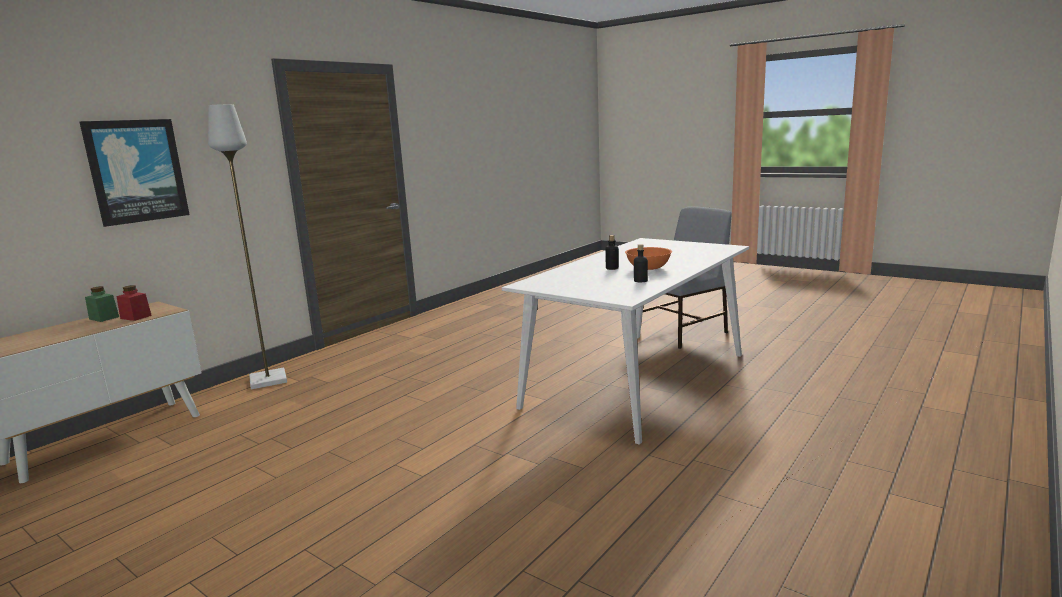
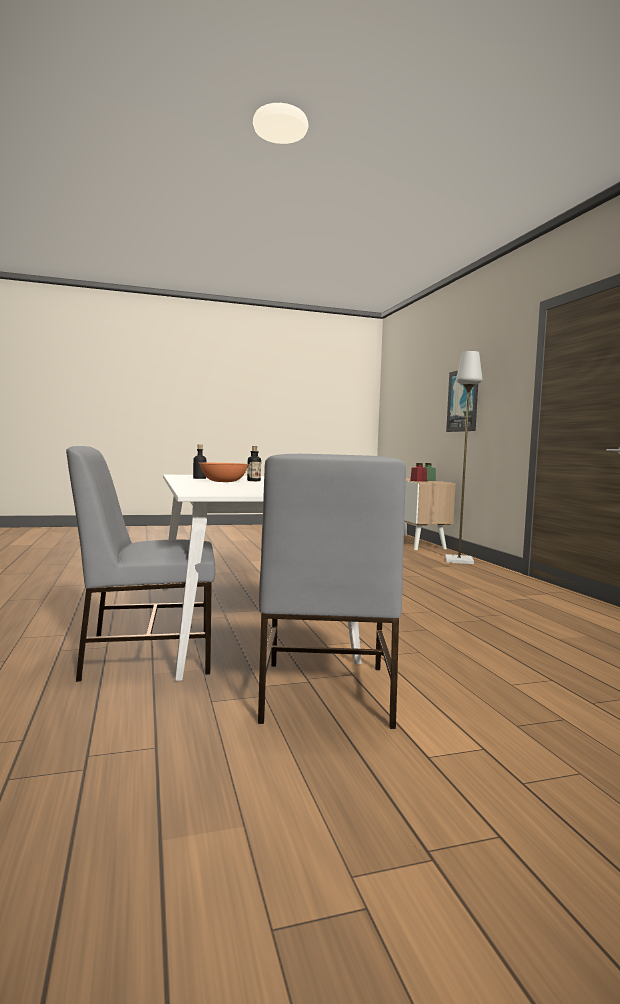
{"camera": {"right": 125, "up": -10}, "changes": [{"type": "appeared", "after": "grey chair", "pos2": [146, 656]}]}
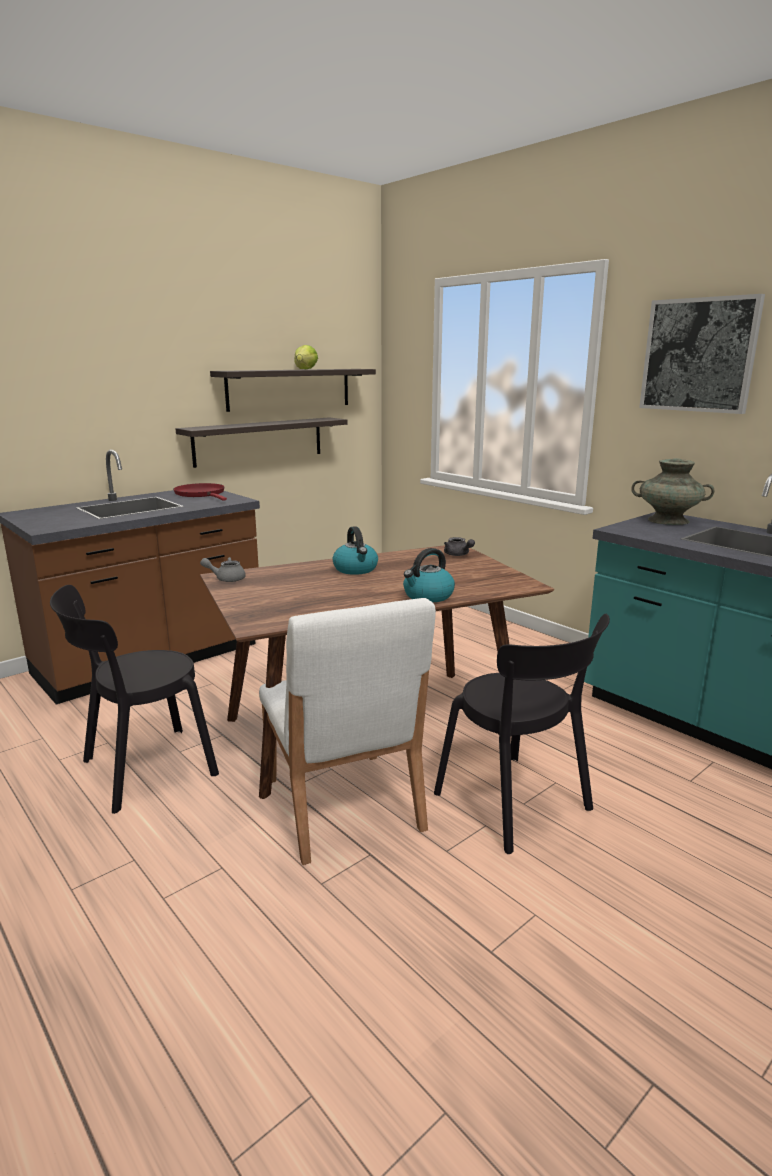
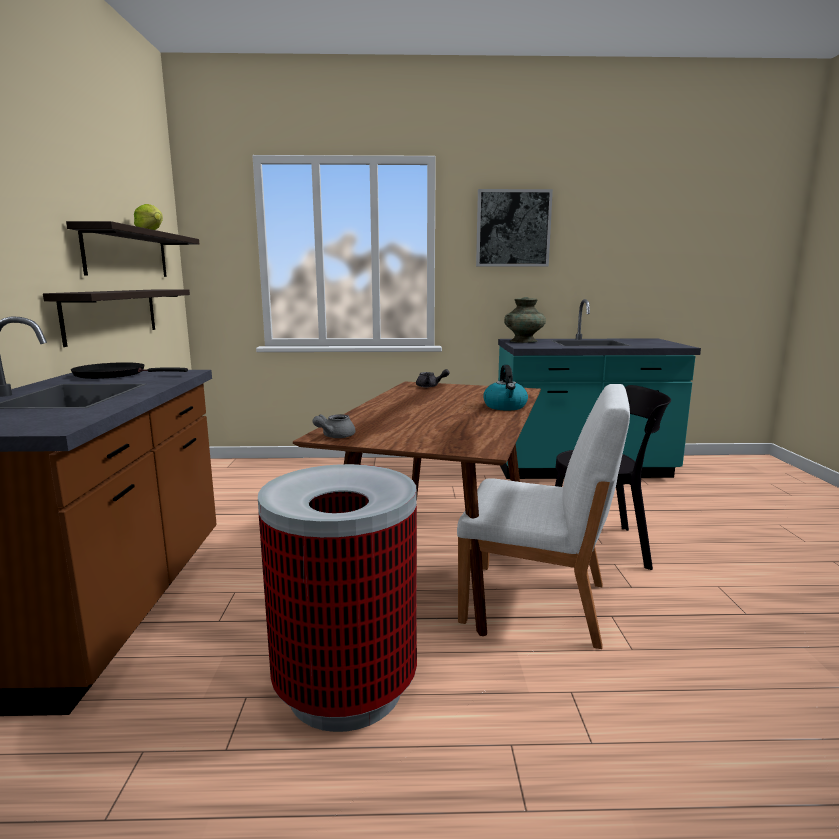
{"camera": {"right": -50, "up": -5}, "changes": [{"type": "exchanged", "before": "black chair", "after": "trash can", "pos1": [142, 770], "pos2": [345, 688]}, {"type": "colour", "before": "red frying pan", "after": "black frying pan", "pos1": [201, 494], "pos2": [115, 375]}, {"type": "missing", "before": "kettle", "pos1": [356, 569]}]}
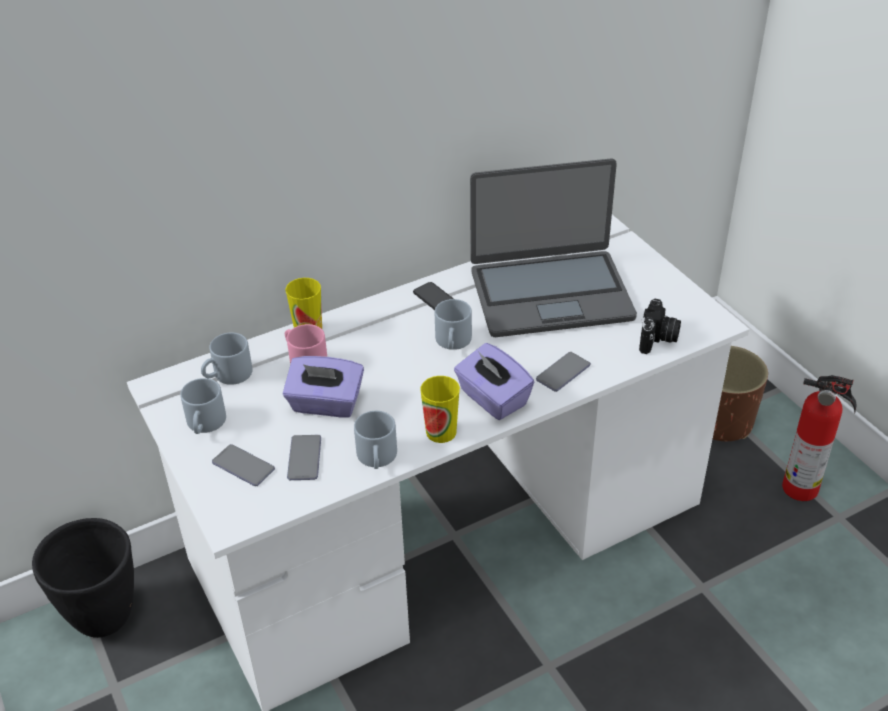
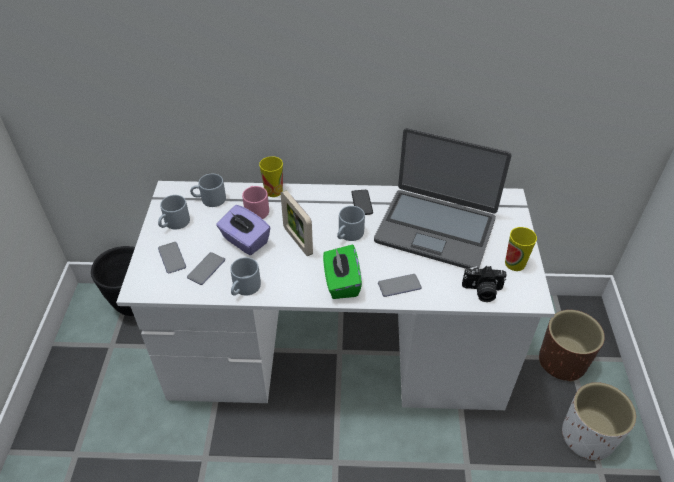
{"camera": {"right": 30, "up": 5}, "changes": [{"type": "relocated", "before": "cup", "pos1": [441, 432], "pos2": [515, 263]}, {"type": "colour", "before": "purple tissue box", "after": "green tissue box", "pos1": [492, 399], "pos2": [341, 283]}, {"type": "spun", "before": "photo camera", "pos1": [658, 339], "pos2": [482, 291], "turn": 45}, {"type": "exchanged", "before": "fire extinguisher", "after": "white planter", "pos1": [803, 488], "pos2": [587, 437]}, {"type": "appeared", "after": "picture frame", "pos2": [297, 241]}]}
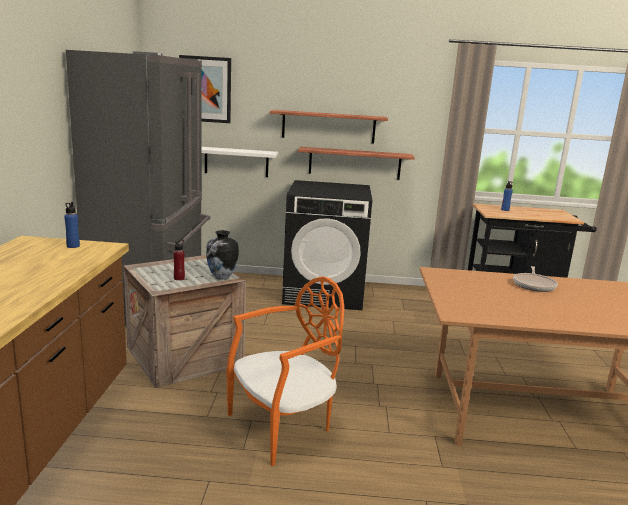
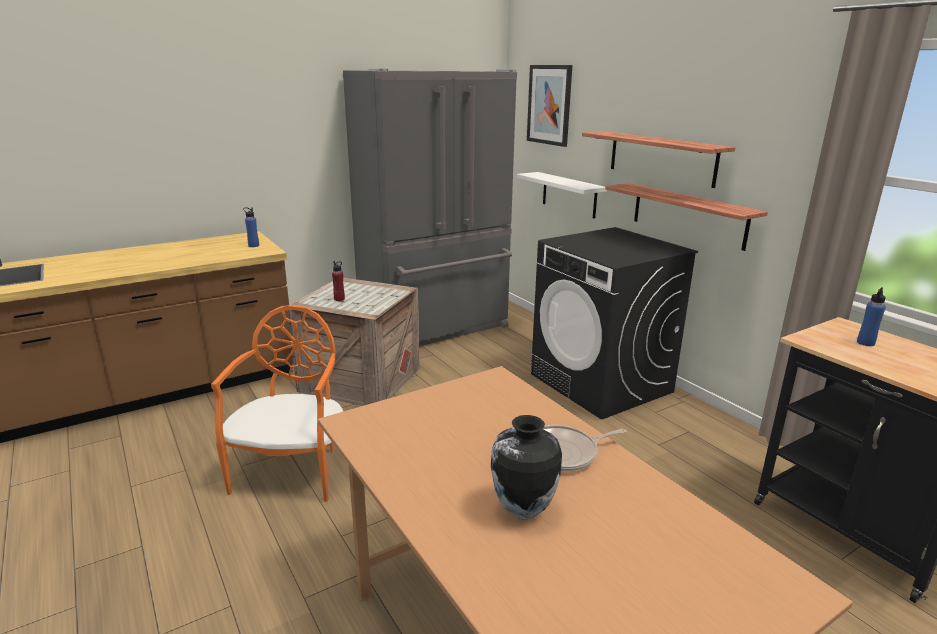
{"camera": {"right": 55, "up": 5}, "changes": [{"type": "relocated", "before": "vase", "pos1": [222, 277], "pos2": [522, 510]}, {"type": "spun", "before": "orange chair", "pos1": [283, 427], "pos2": [293, 471], "turn": -105}]}
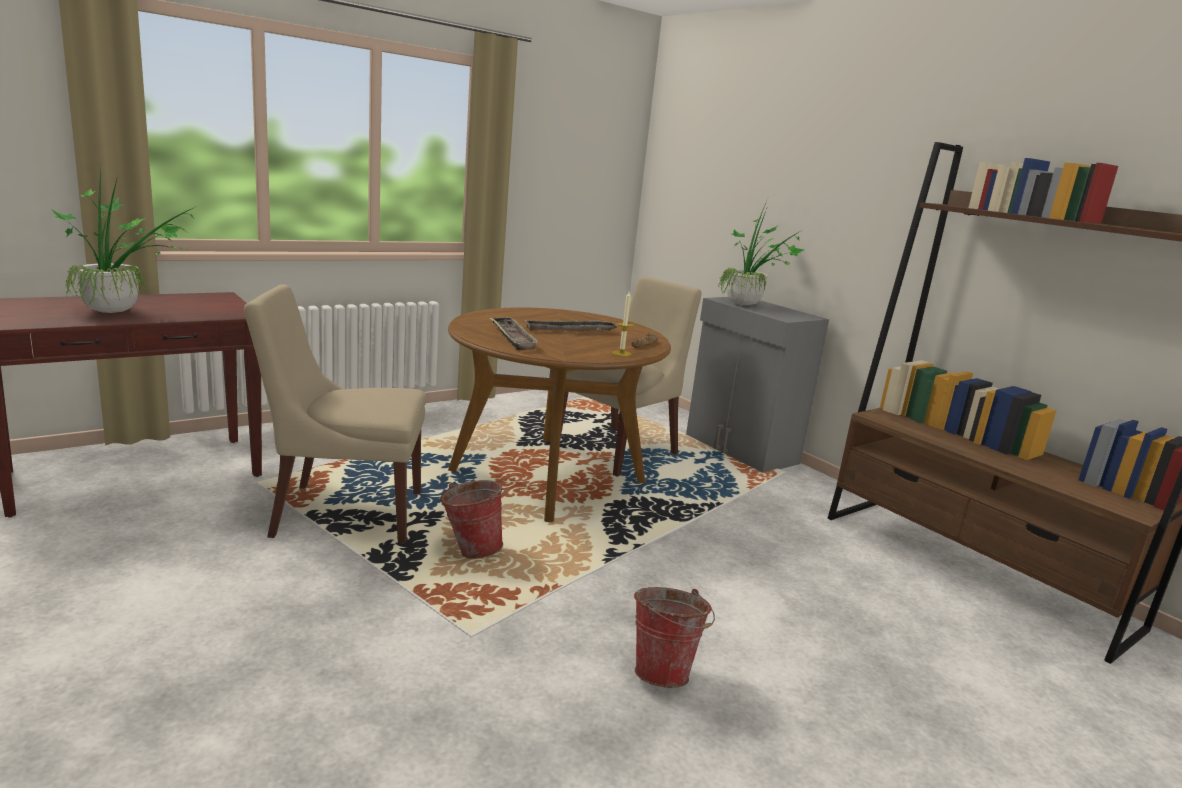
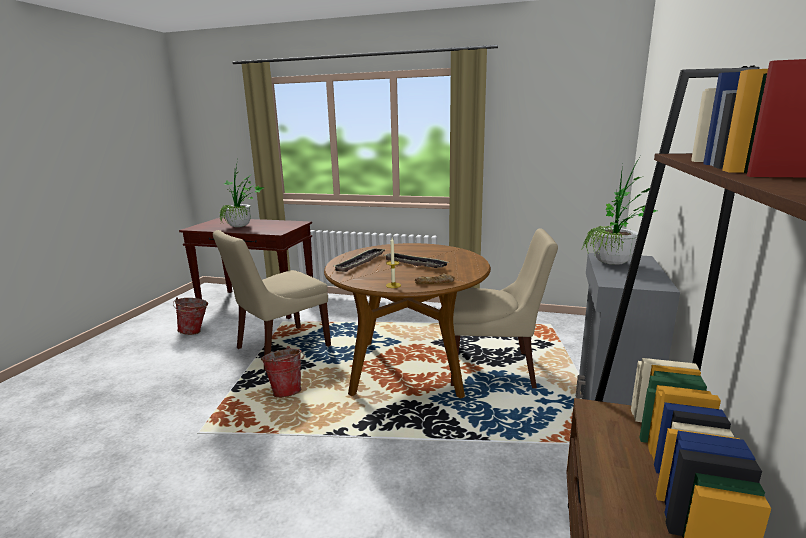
{"camera": {"right": 55, "up": 0}, "changes": [{"type": "spun", "before": "beige chair", "pos1": [343, 513], "pos2": [280, 348], "turn": -90}, {"type": "relocated", "before": "bucket", "pos1": [664, 671], "pos2": [195, 332]}]}
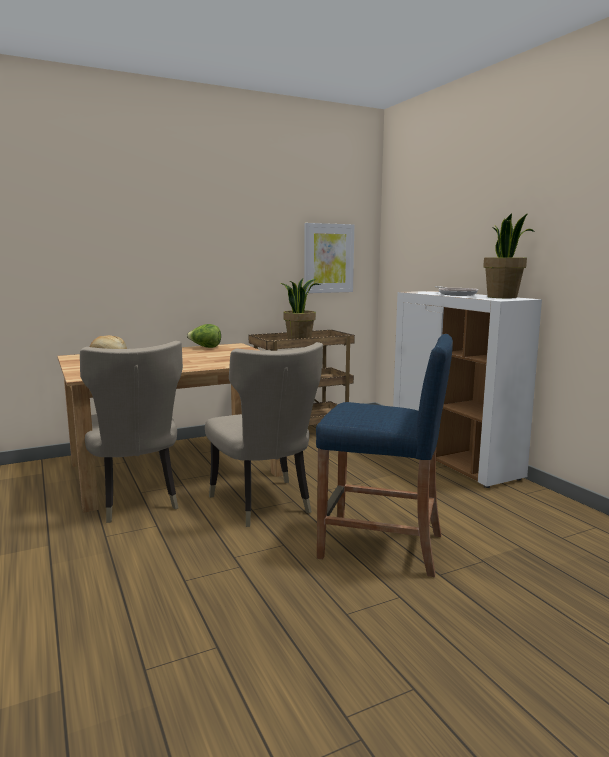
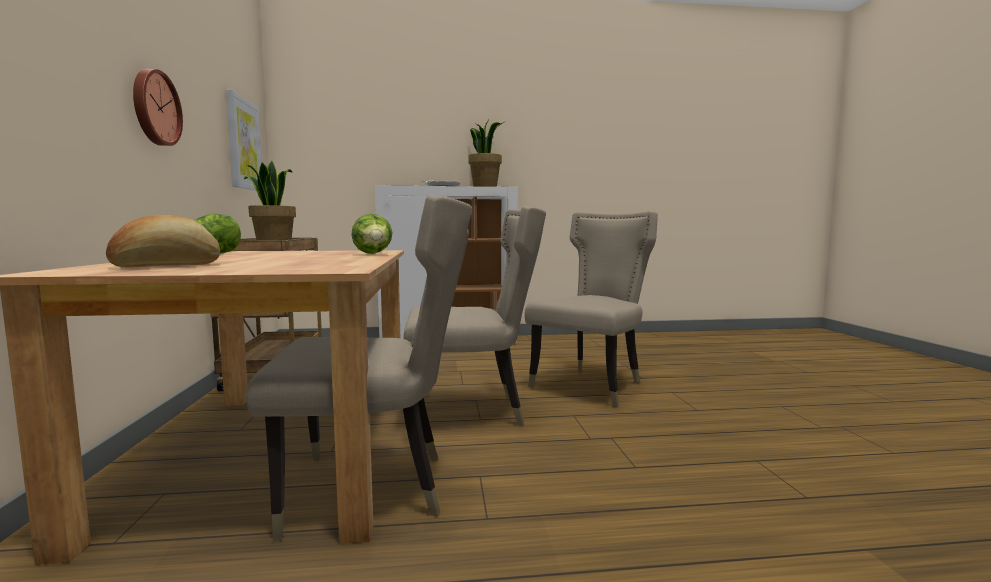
{"camera": {"right": -70, "up": -5}, "changes": [{"type": "exchanged", "before": "blue stool", "after": "beige chair", "pos1": [381, 546], "pos2": [592, 385]}, {"type": "appeared", "after": "wall clock", "pos2": [154, 108]}, {"type": "appeared", "after": "lettuce", "pos2": [373, 254]}]}
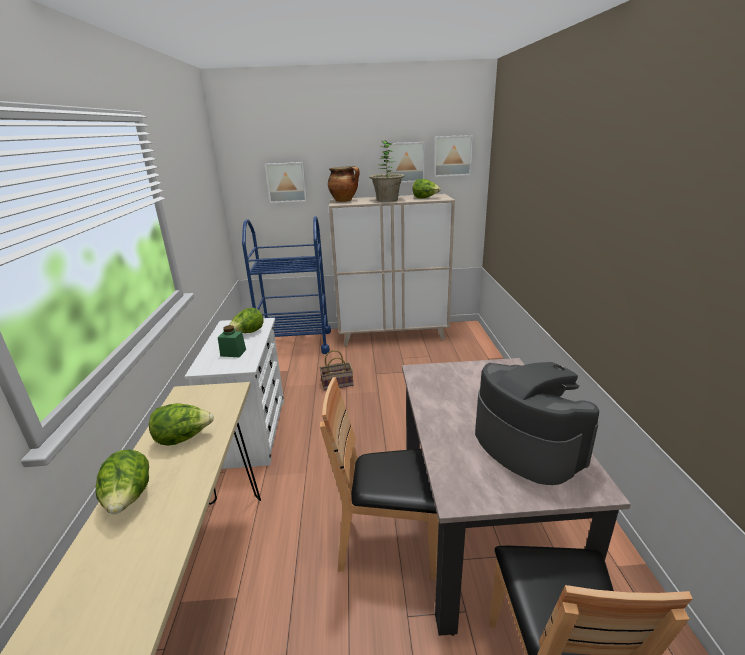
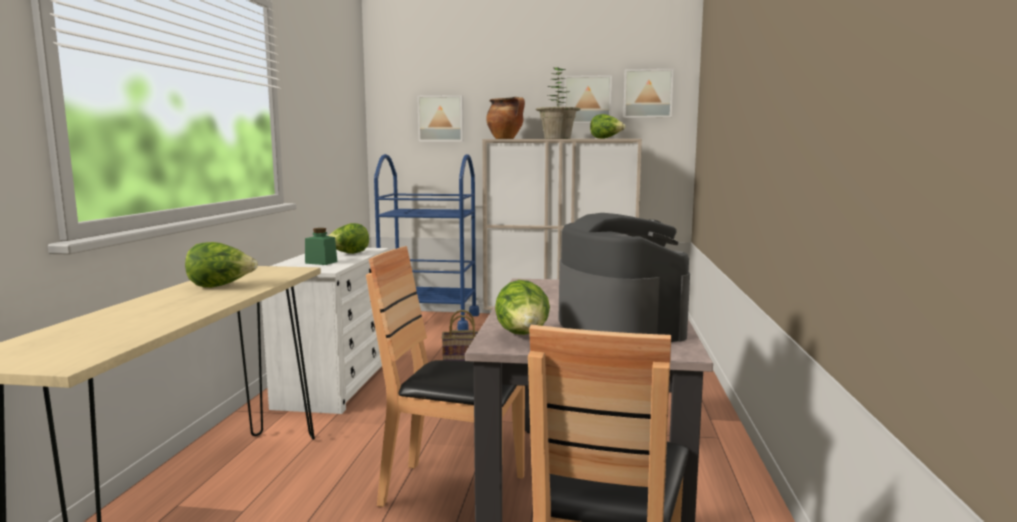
{"camera": {"right": 10, "up": -15}, "changes": [{"type": "relocated", "before": "lettuce", "pos1": [129, 499], "pos2": [523, 336]}]}
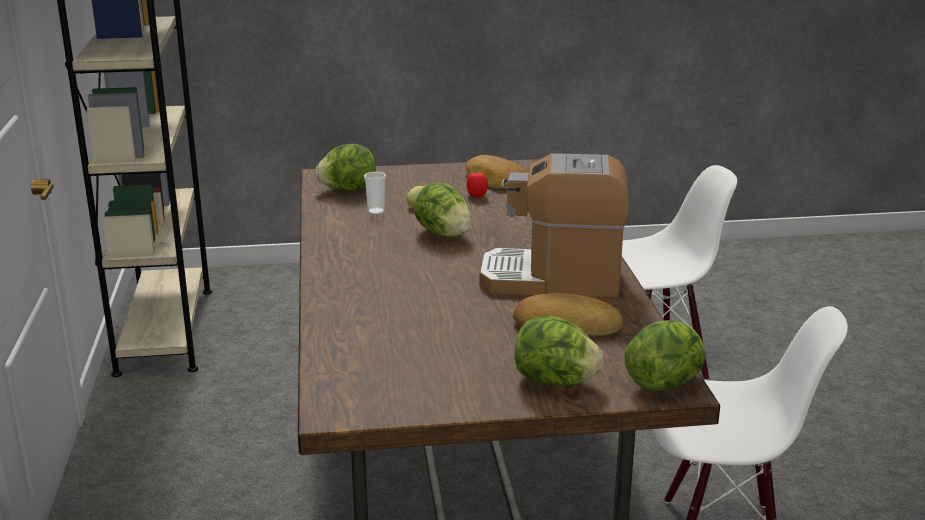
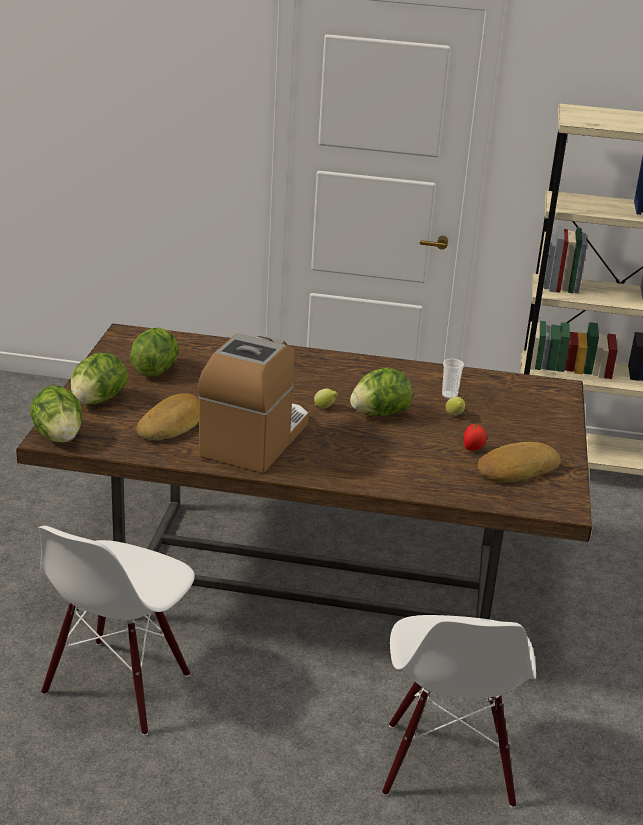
{"camera": {"right": 105, "up": 5}, "changes": [{"type": "relocated", "before": "lettuce", "pos1": [348, 190], "pos2": [155, 370]}, {"type": "appeared", "after": "lemon", "pos2": [325, 407]}]}
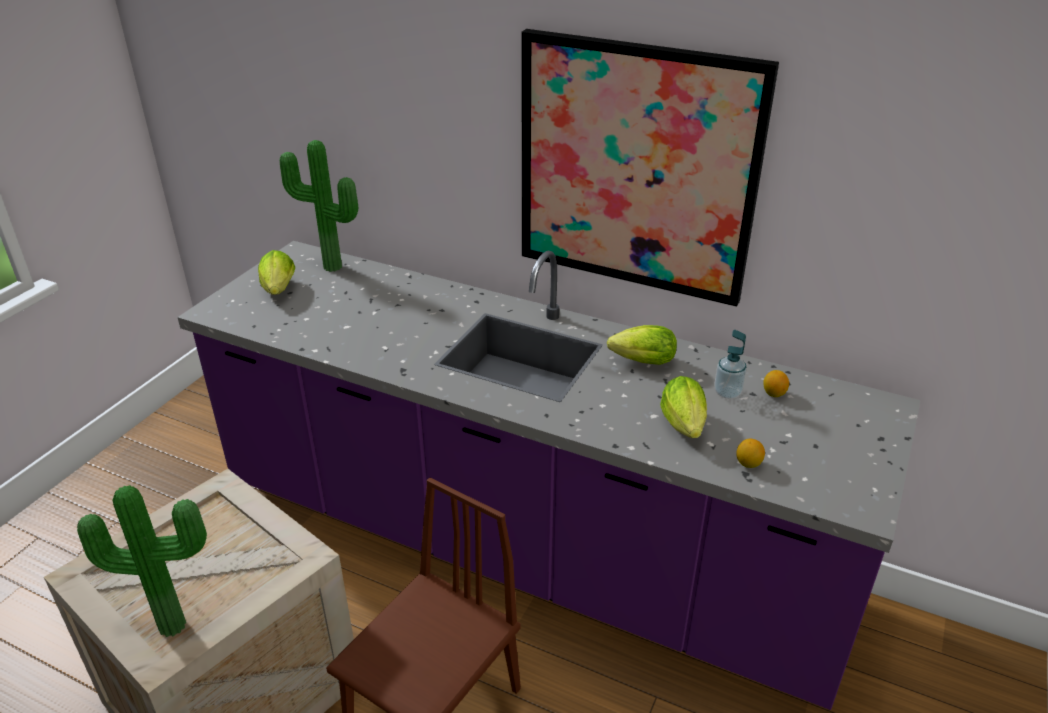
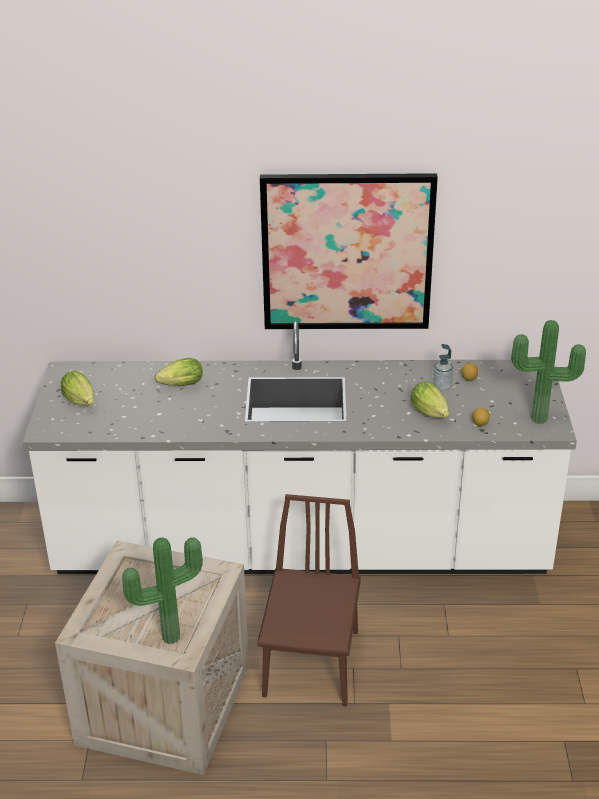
{"camera": {"right": -25, "up": 0}, "changes": [{"type": "colour", "before": "purple counter", "after": "white counter", "pos1": [524, 547], "pos2": [301, 547]}, {"type": "relocated", "before": "potted plant", "pos1": [330, 269], "pos2": [540, 421]}, {"type": "relocated", "before": "lettuce", "pos1": [639, 362], "pos2": [179, 386]}]}
